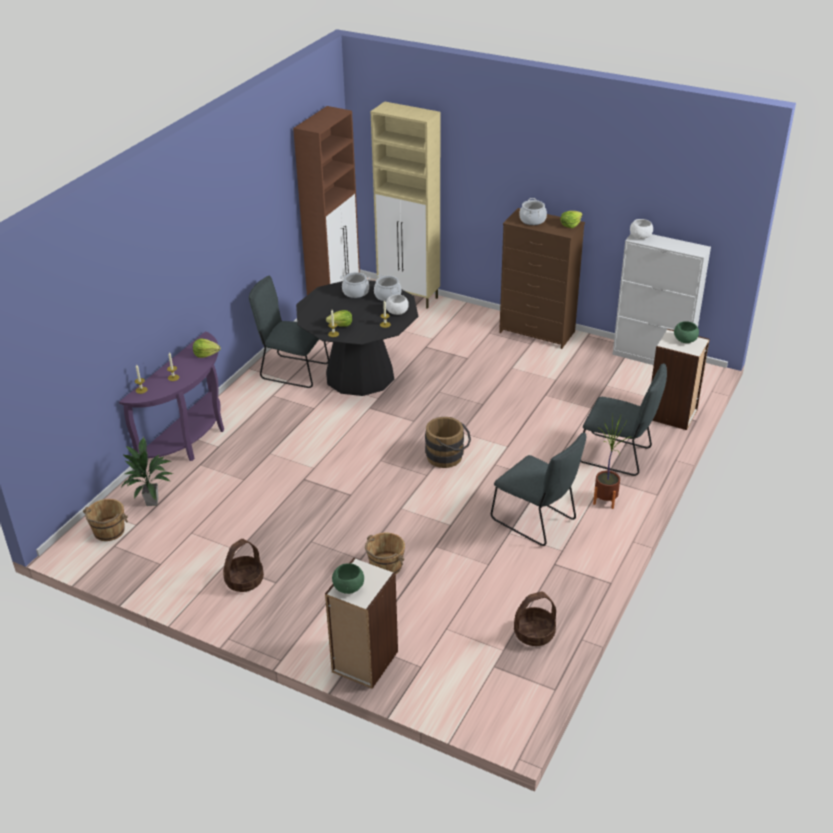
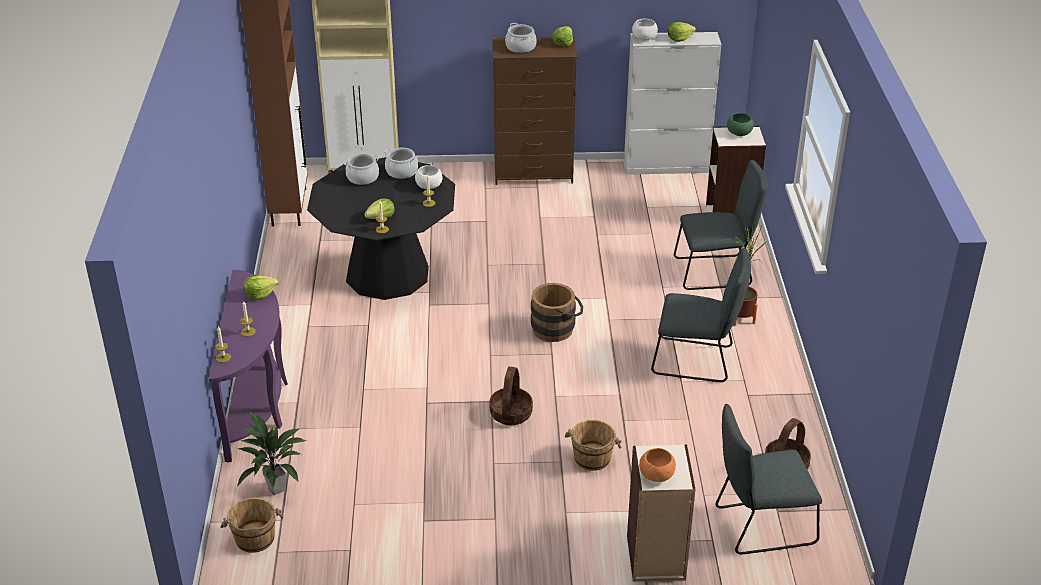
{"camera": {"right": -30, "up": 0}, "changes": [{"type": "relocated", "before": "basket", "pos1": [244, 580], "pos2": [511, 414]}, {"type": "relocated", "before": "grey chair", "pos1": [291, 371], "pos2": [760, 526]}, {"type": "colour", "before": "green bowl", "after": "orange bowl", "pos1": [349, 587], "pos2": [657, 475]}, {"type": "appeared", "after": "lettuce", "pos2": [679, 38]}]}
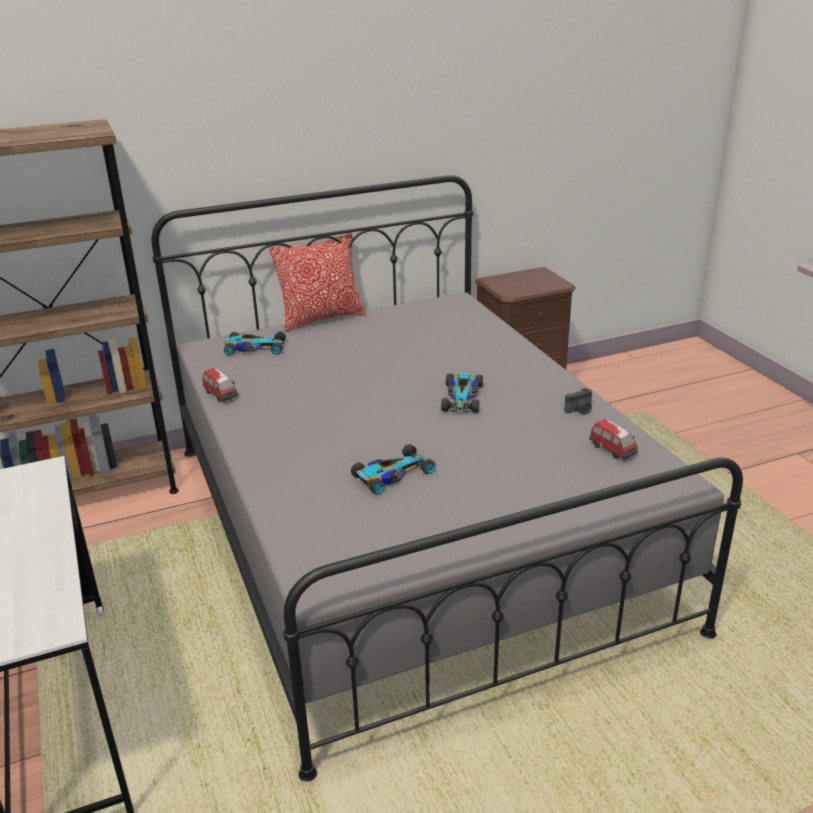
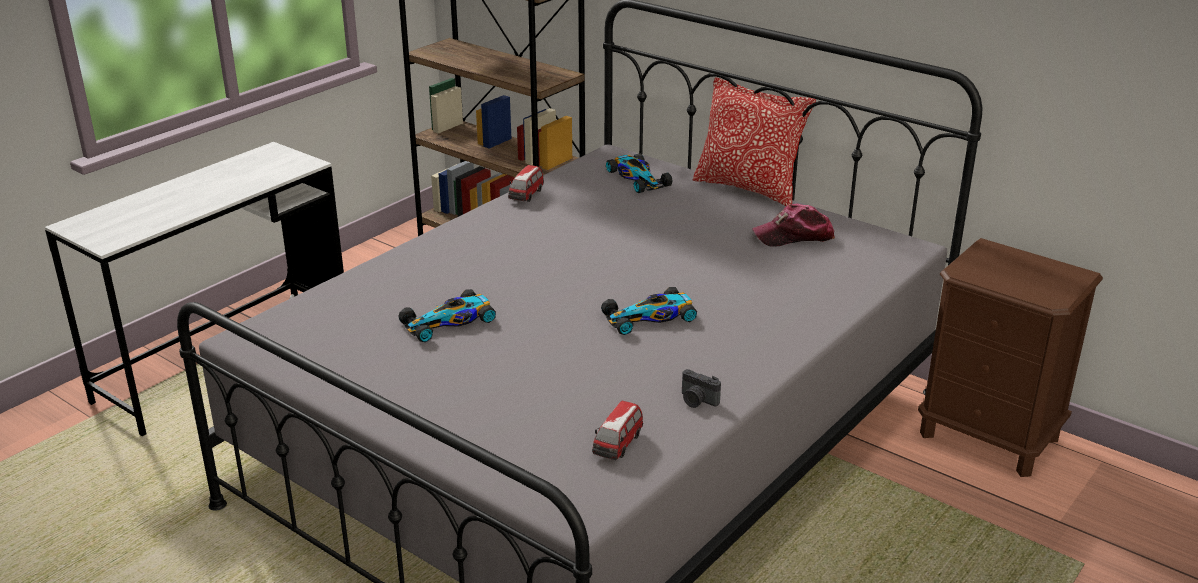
{"camera": {"right": 60, "up": 0}, "changes": [{"type": "spun", "before": "toy car", "pos1": [391, 475], "pos2": [450, 321], "turn": 120}, {"type": "appeared", "after": "cap", "pos2": [793, 236]}]}
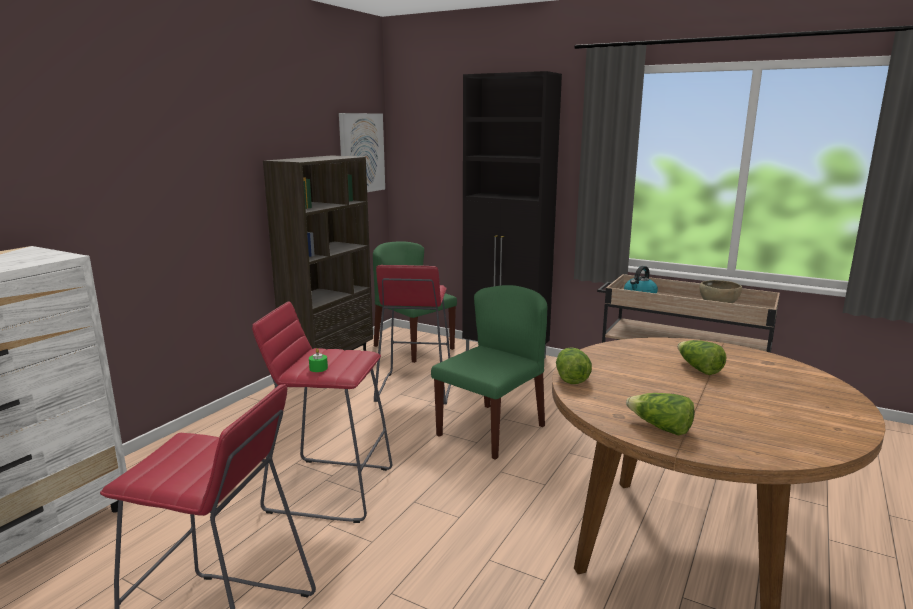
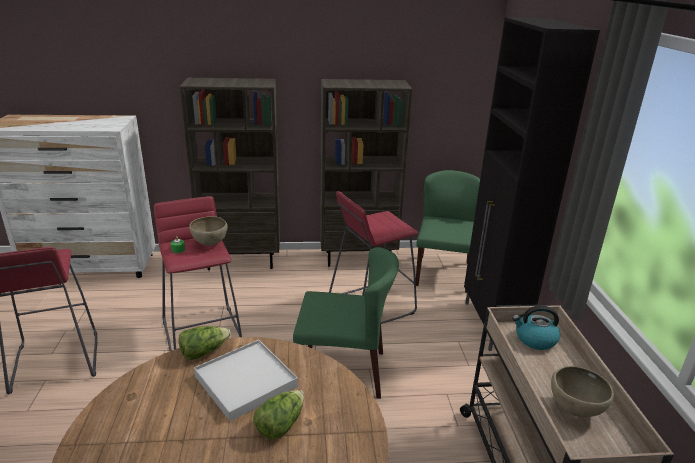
{"camera": {"right": 55, "up": 10}, "changes": [{"type": "missing", "before": "picture", "pos1": [361, 153]}, {"type": "missing", "before": "lettuce", "pos1": [660, 428]}, {"type": "appeared", "after": "brown bookcase", "pos2": [242, 261]}, {"type": "appeared", "after": "brown bowl", "pos2": [209, 244]}, {"type": "appeared", "after": "white tray", "pos2": [246, 381]}]}
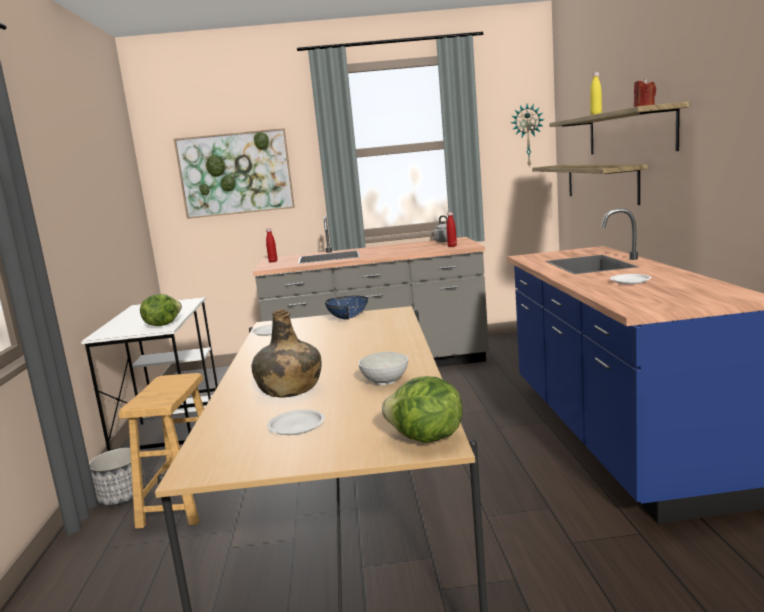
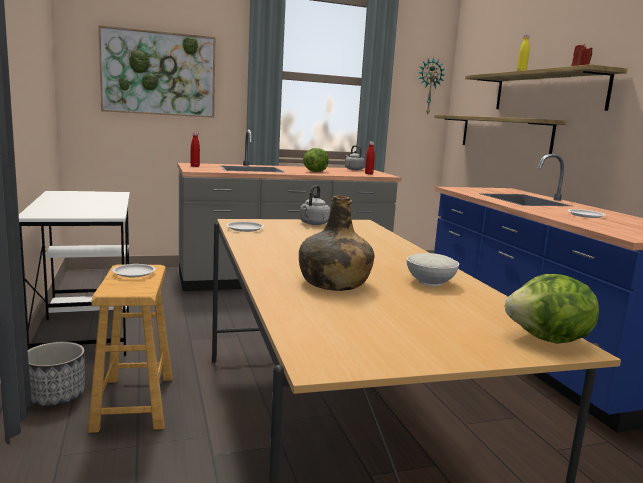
{"camera": {"right": -15, "up": 0}, "changes": [{"type": "relocated", "before": "lettuce", "pos1": [162, 324], "pos2": [315, 171]}, {"type": "relocated", "before": "white plate", "pos1": [296, 426], "pos2": [134, 273]}, {"type": "exchanged", "before": "blue bowl", "after": "grey kettle", "pos1": [344, 318], "pos2": [313, 224]}]}
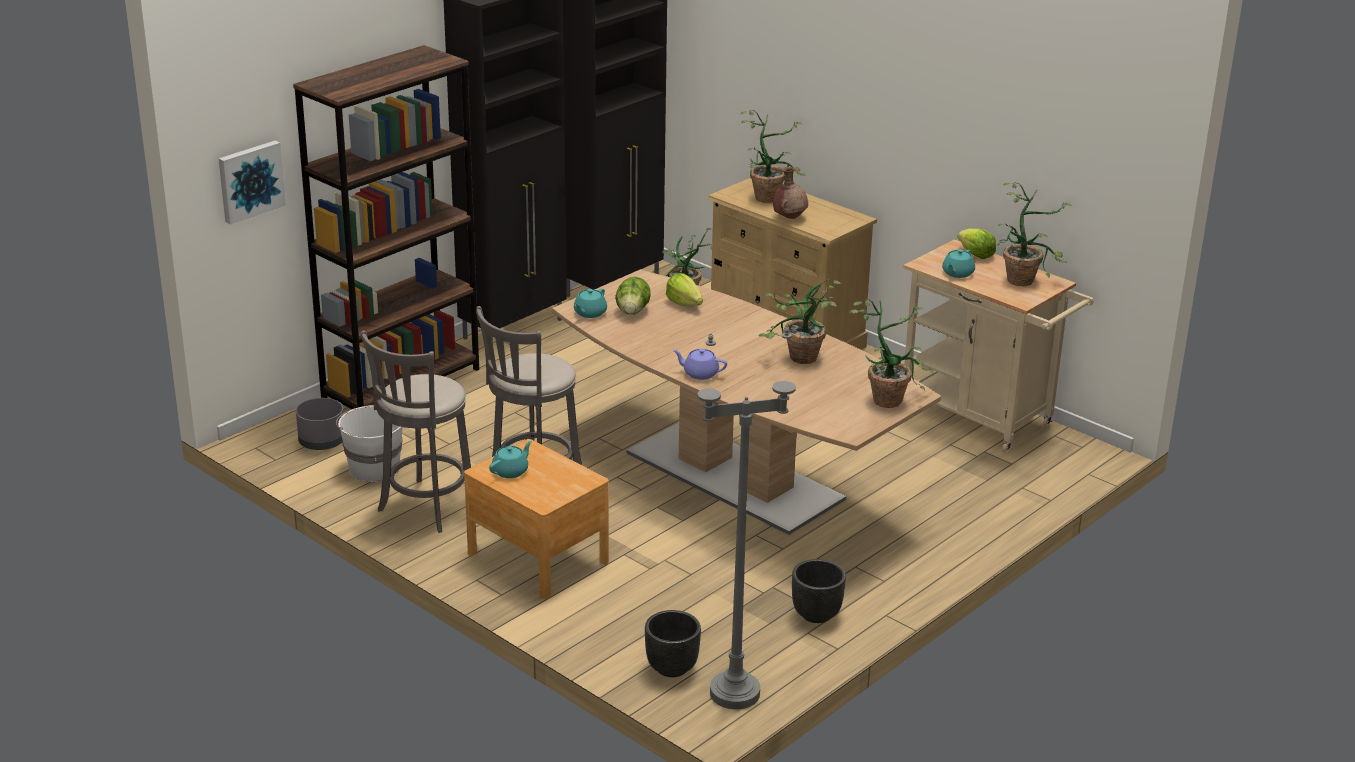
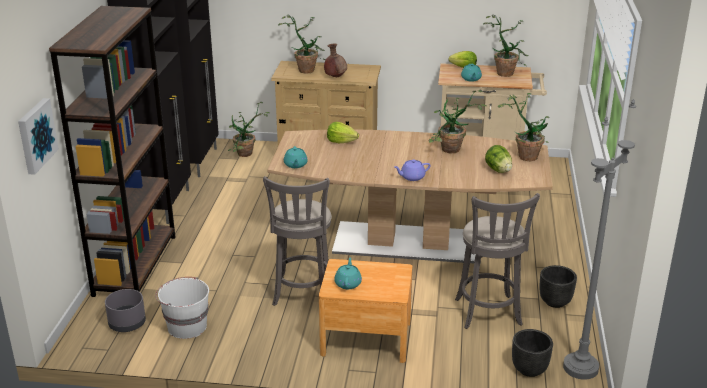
{"camera": {"right": -35, "up": 0}, "changes": [{"type": "relocated", "before": "grey stool", "pos1": [425, 508], "pos2": [488, 314]}, {"type": "relocated", "before": "lettuce", "pos1": [632, 312], "pos2": [498, 170]}]}
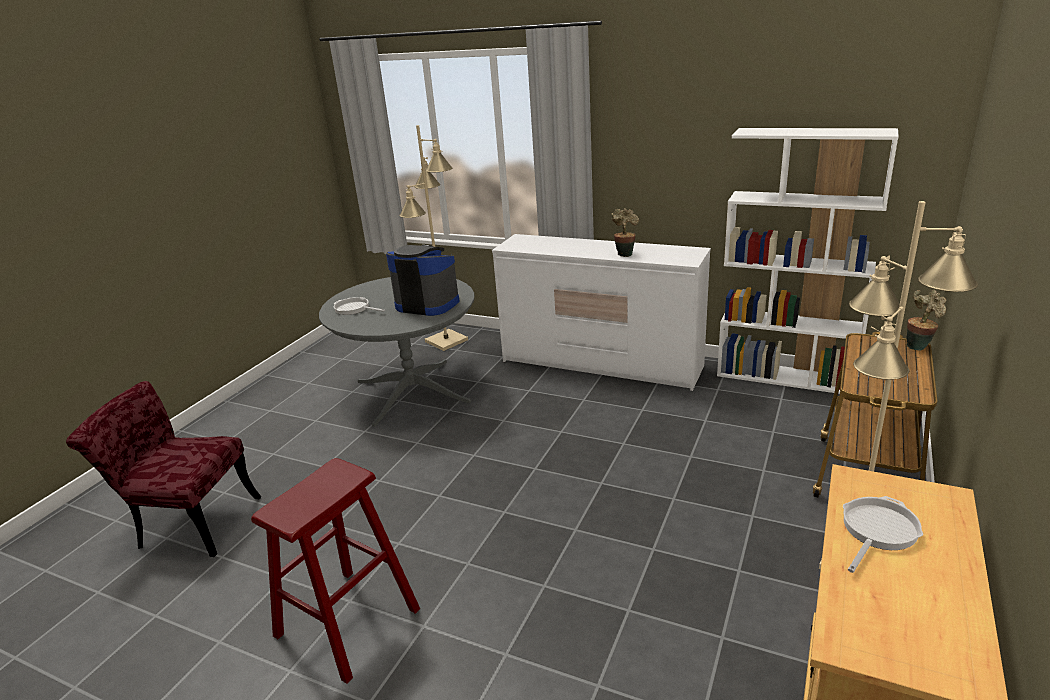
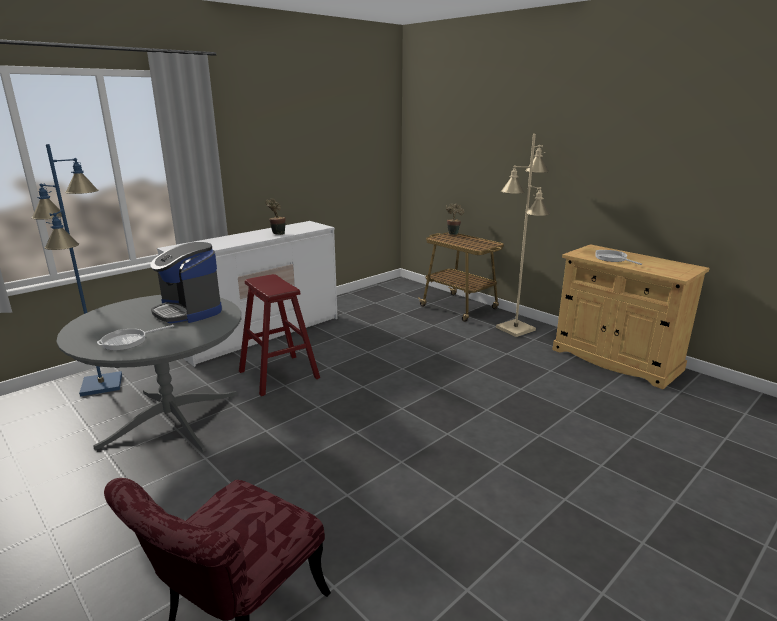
{"camera": {"right": -70, "up": -5}, "changes": [{"type": "relocated", "before": "red stool", "pos1": [347, 622], "pos2": [279, 374]}, {"type": "spun", "before": "coffee machine", "pos1": [427, 304], "pos2": [188, 311], "turn": -90}, {"type": "colour", "before": "beige floor lamp", "after": "blue floor lamp", "pos1": [446, 341], "pos2": [102, 385]}, {"type": "missing", "before": "white bookcase", "pos1": [786, 377]}]}
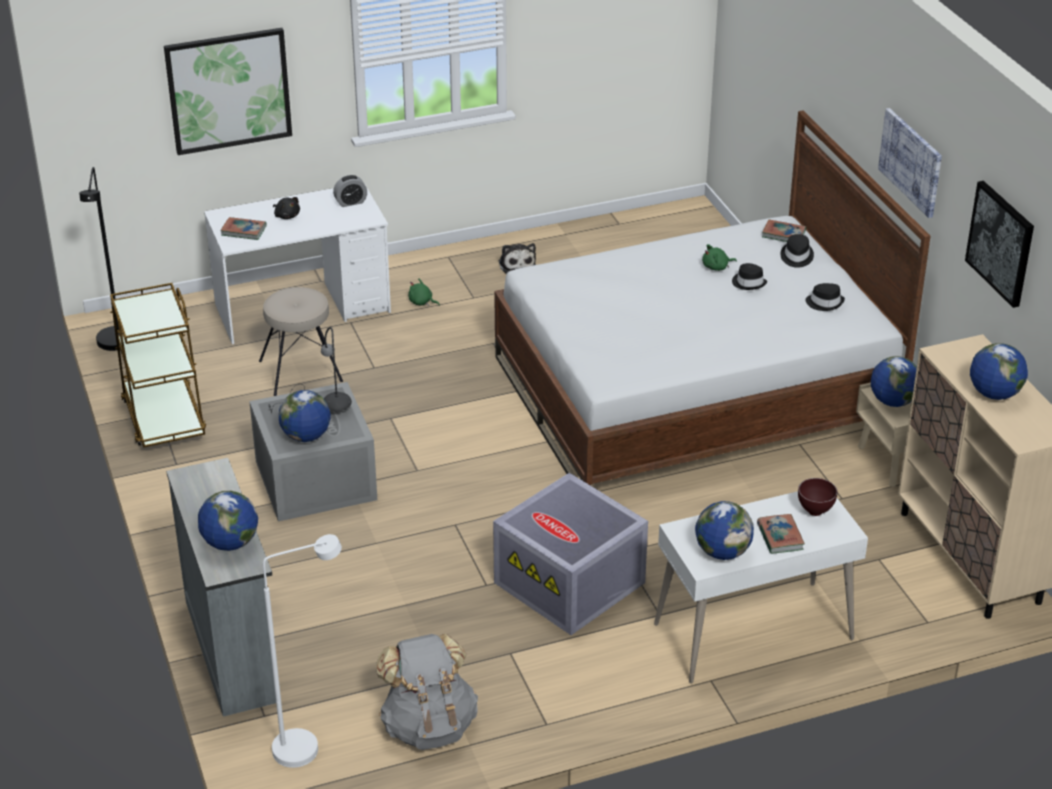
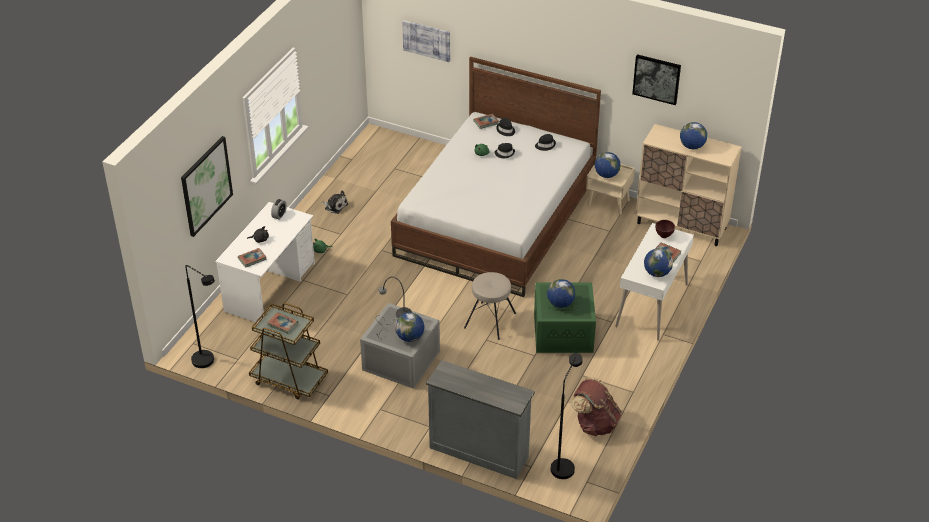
{"camera": {"right": -45, "up": 5}, "changes": [{"type": "relocated", "before": "globe", "pos1": [230, 543], "pos2": [560, 304]}, {"type": "relocated", "before": "beige stool", "pos1": [301, 371], "pos2": [490, 320]}, {"type": "colour", "before": "white floor lamp", "after": "black floor lamp", "pos1": [307, 745], "pos2": [564, 464]}, {"type": "colour", "before": "grey backpack", "after": "brown backpack", "pos1": [429, 726], "pos2": [595, 424]}, {"type": "colour", "before": "grey storage box", "after": "green storage box", "pos1": [572, 583], "pos2": [564, 332]}, {"type": "relocated", "before": "picture", "pos1": [911, 162], "pos2": [426, 40]}, {"type": "appeared", "after": "book", "pos2": [282, 324]}]}
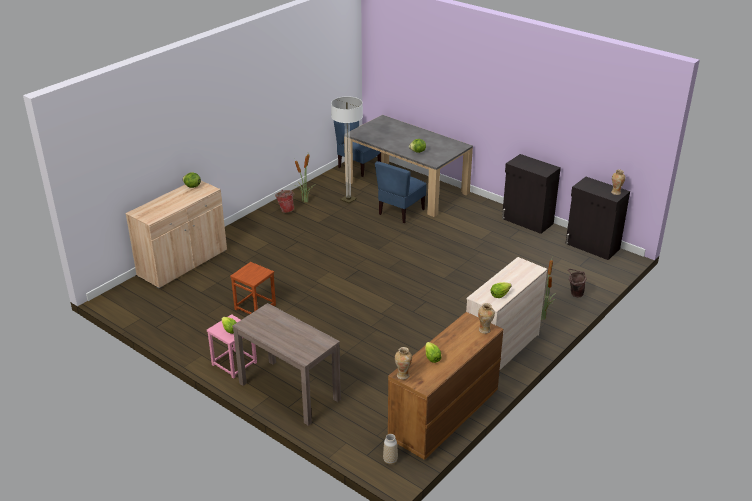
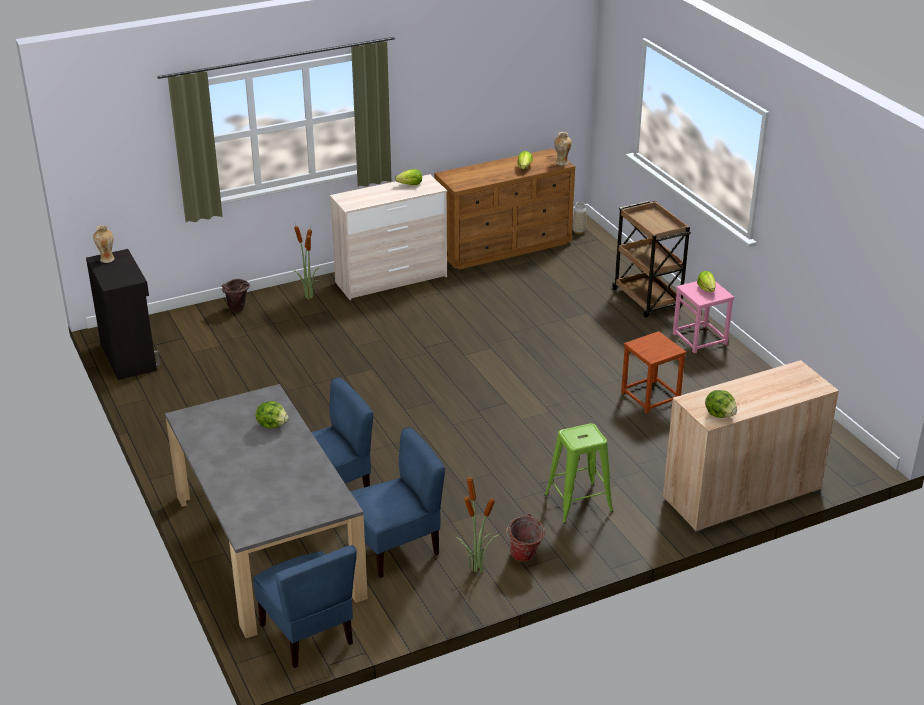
{"camera": {"right": -155, "up": 0}, "changes": [{"type": "exchanged", "before": "brown console table", "after": "brown cart", "pos1": [289, 391], "pos2": [647, 300]}, {"type": "exchanged", "before": "floor lamp", "after": "blue chair", "pos1": [348, 199], "pos2": [396, 547]}, {"type": "missing", "before": "vase", "pos1": [484, 330]}, {"type": "missing", "before": "black cabinet", "pos1": [527, 221]}, {"type": "appeared", "after": "green stool", "pos2": [579, 503]}]}
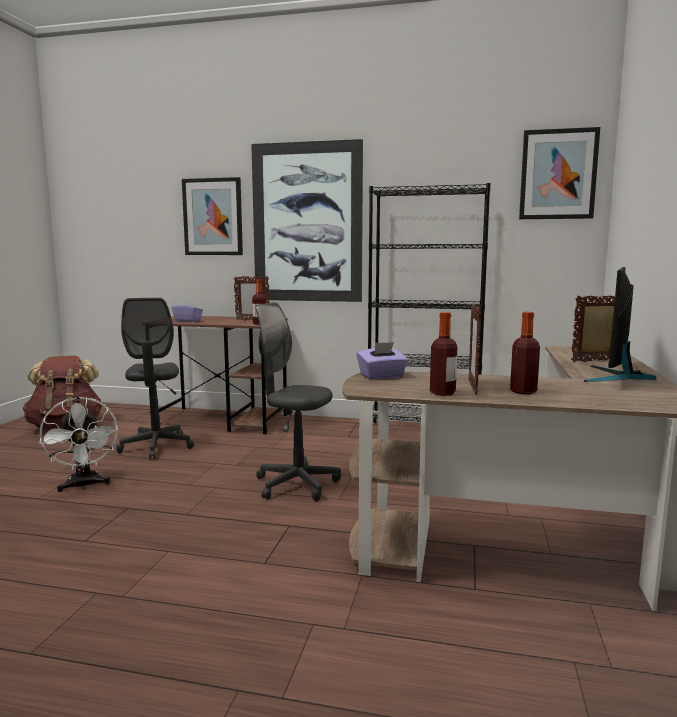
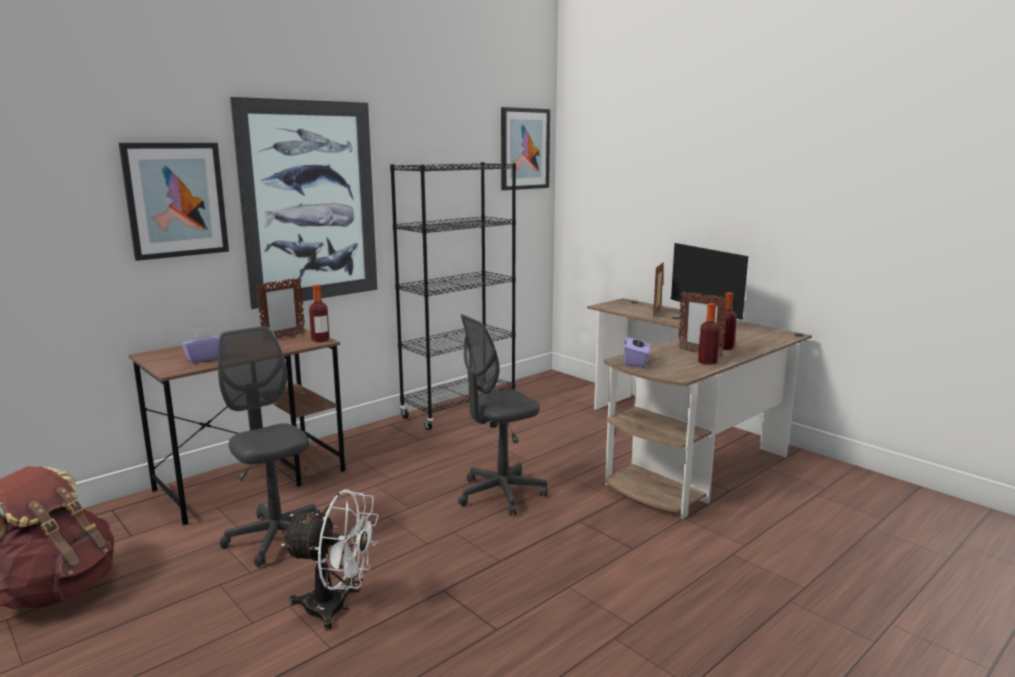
{"camera": {"right": -55, "up": 5}, "changes": [{"type": "spun", "before": "grey office chair", "pos1": [156, 447], "pos2": [276, 538], "turn": -150}]}
